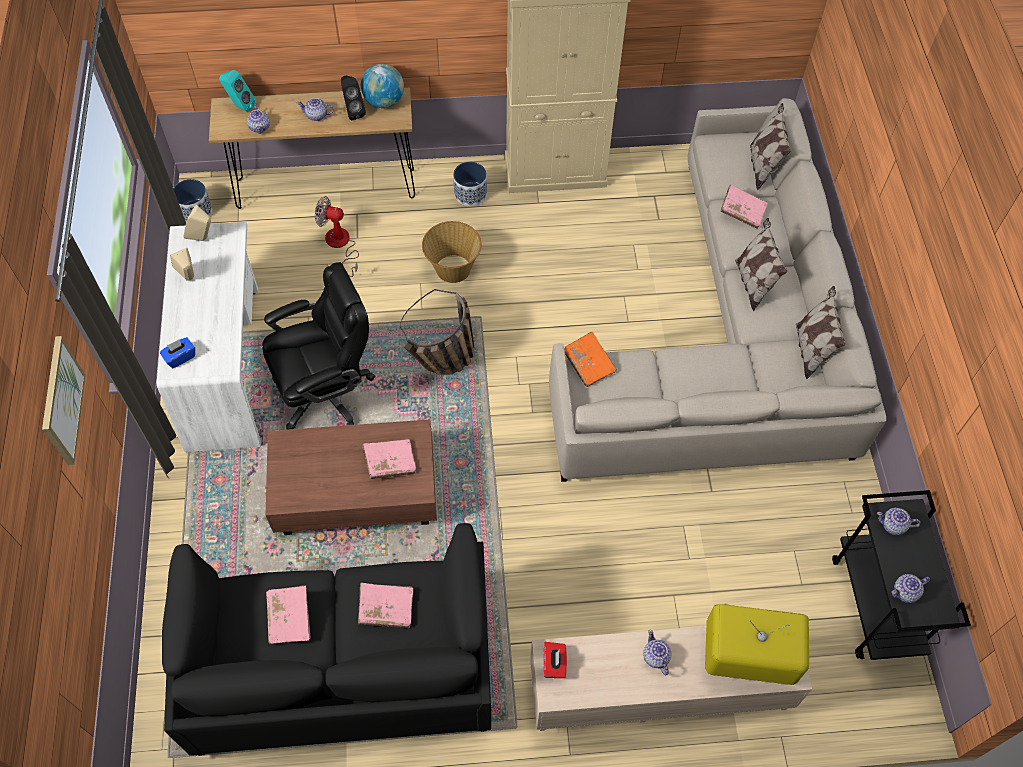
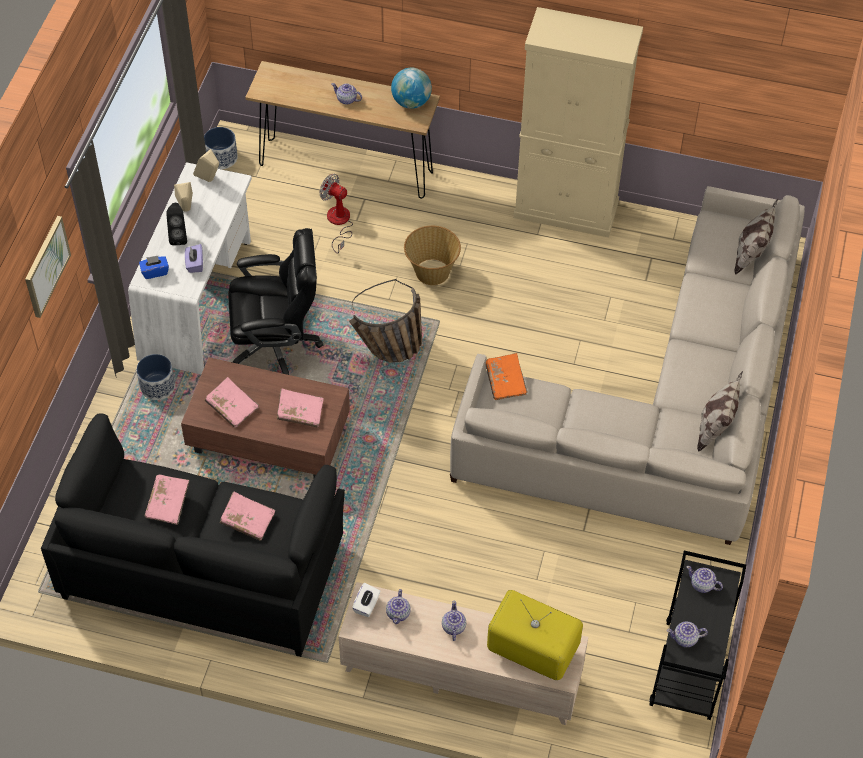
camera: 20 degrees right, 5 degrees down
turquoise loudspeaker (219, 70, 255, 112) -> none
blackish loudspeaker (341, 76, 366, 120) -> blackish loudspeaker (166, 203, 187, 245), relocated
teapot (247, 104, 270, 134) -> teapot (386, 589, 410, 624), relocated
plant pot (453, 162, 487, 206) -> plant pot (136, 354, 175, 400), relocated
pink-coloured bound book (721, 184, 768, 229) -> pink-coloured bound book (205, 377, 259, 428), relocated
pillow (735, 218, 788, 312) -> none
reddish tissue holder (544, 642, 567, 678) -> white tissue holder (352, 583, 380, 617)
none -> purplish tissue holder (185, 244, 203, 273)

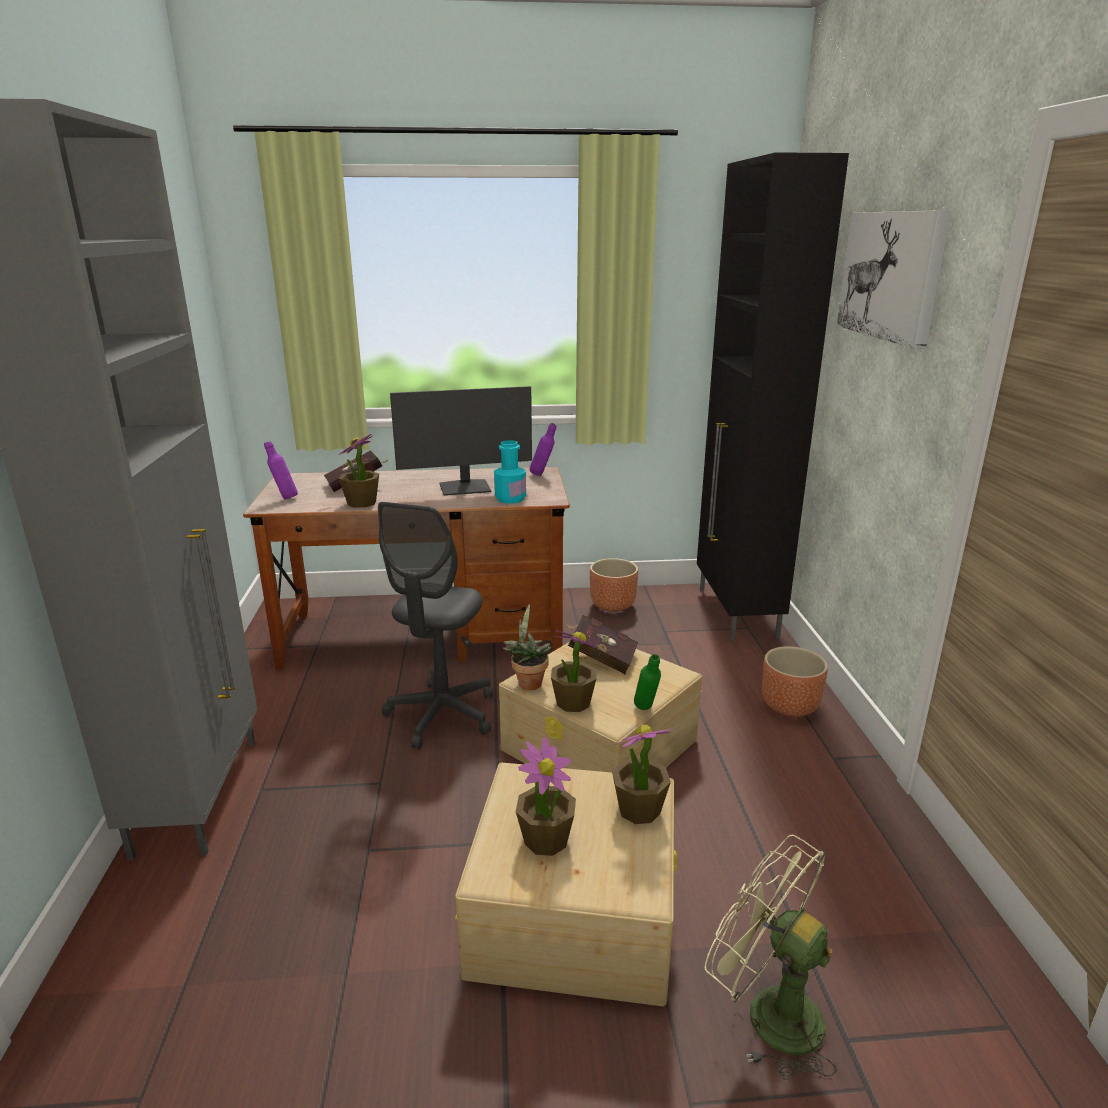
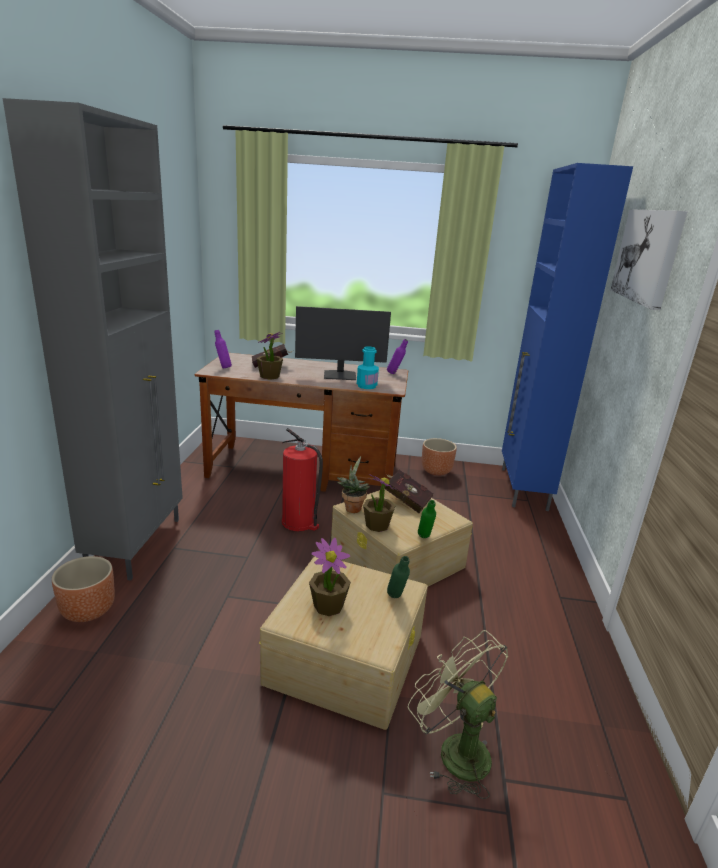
camera: 10 degrees right, 0 degrees up
blackish cupboard (697, 152, 849, 641) -> blue cupboard (502, 163, 633, 511)
greyish computer chair (378, 502, 493, 749) -> fire-fighting cylinder (282, 428, 323, 531)
brown plant pot (762, 646, 828, 717) -> brown plant pot (52, 556, 115, 622), relocated
potted plant (612, 725, 674, 824) -> green-coloured bottle (387, 556, 410, 598)

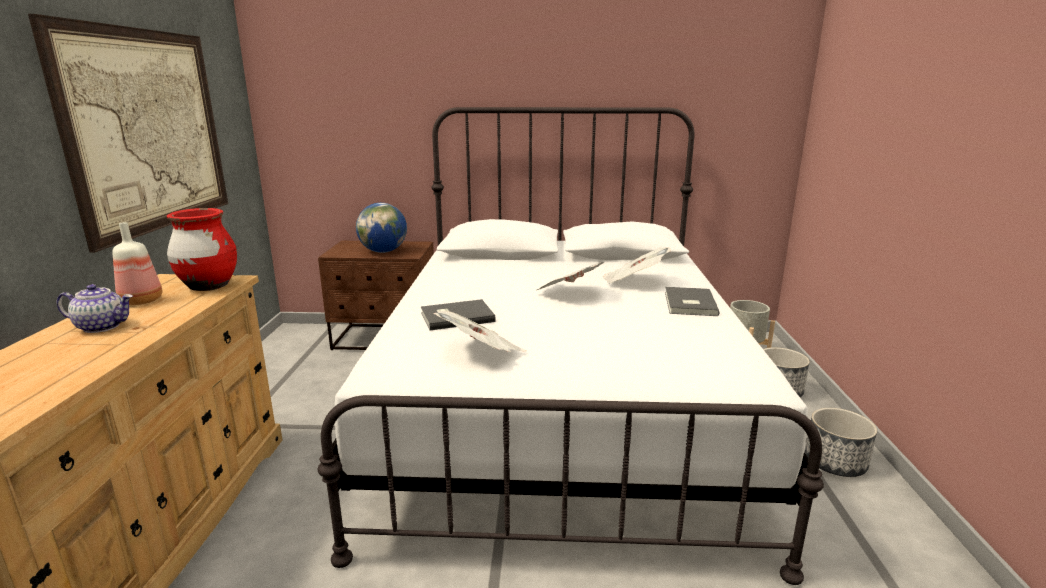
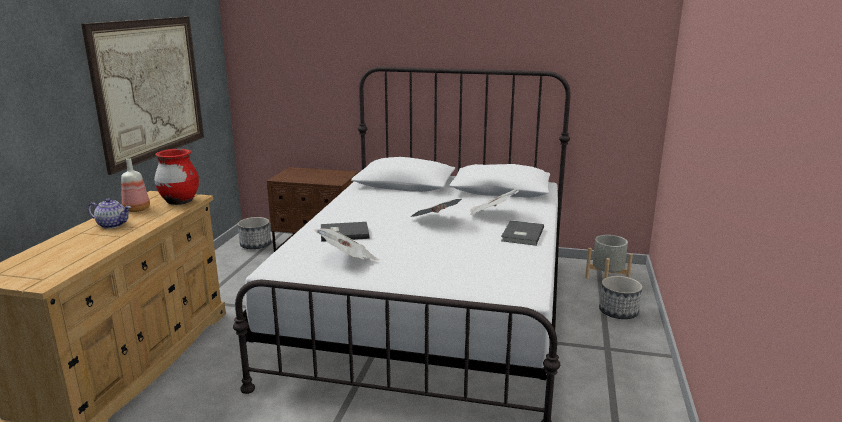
camera: 10 degrees right, 0 degrees up
world globe (356, 203, 407, 253) -> none
plant pot (805, 408, 877, 477) -> plant pot (238, 217, 271, 249), relocated

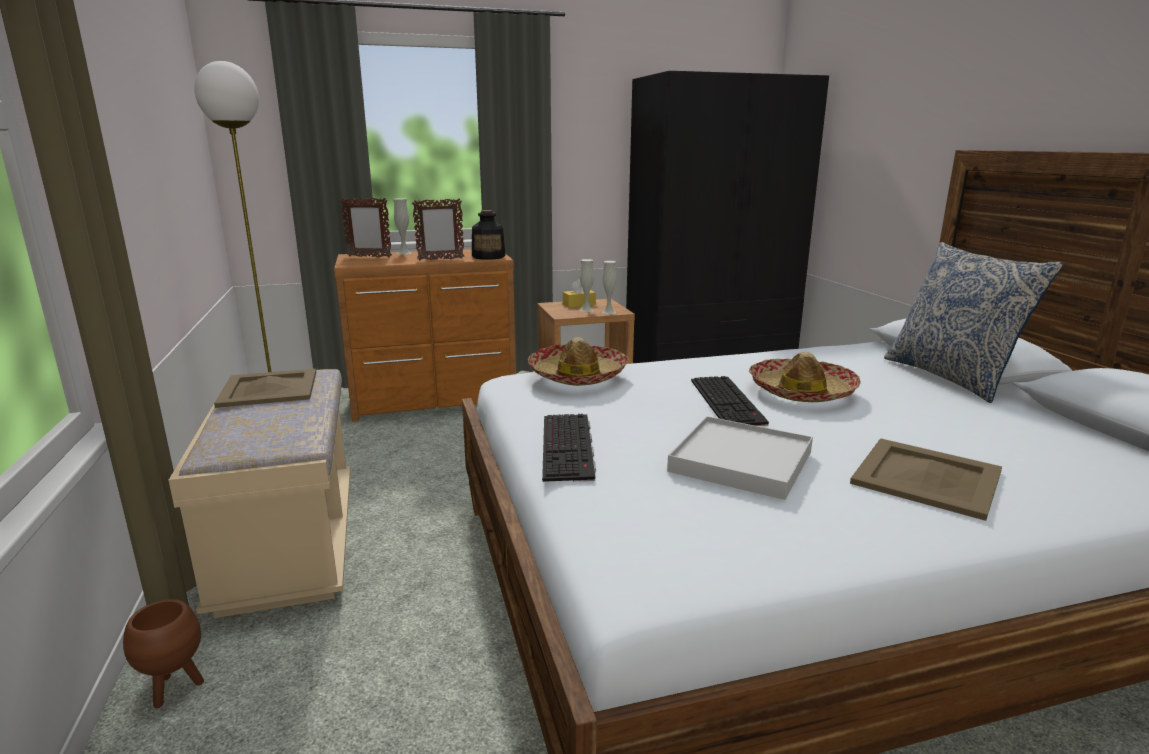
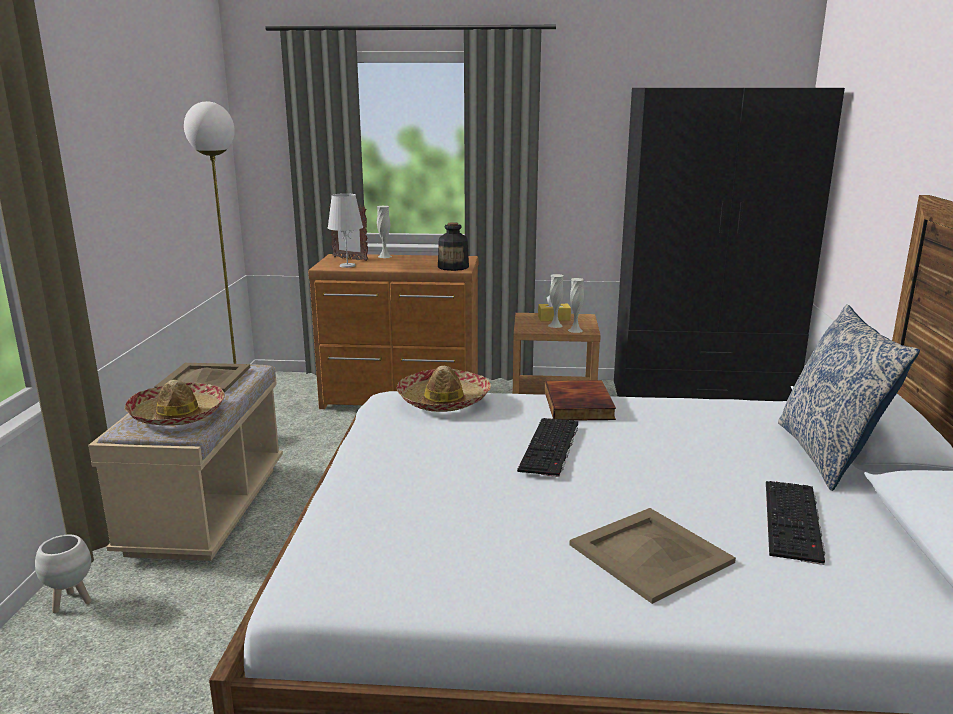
camera: 20 degrees right, 0 degrees up
picture frame (412, 198, 464, 261) -> none
wearable hat (749, 352, 861, 402) -> wearable hat (125, 380, 225, 426), relocated
keyboard (542, 414, 596, 482) -> keyboard (766, 481, 825, 565), relocated
white tray (667, 416, 813, 500) -> none
brown plant pot (123, 599, 204, 708) -> white plant pot (35, 535, 91, 613)
none -> white tabletop lamp (328, 193, 363, 268)
none -> bound book (545, 380, 616, 421)

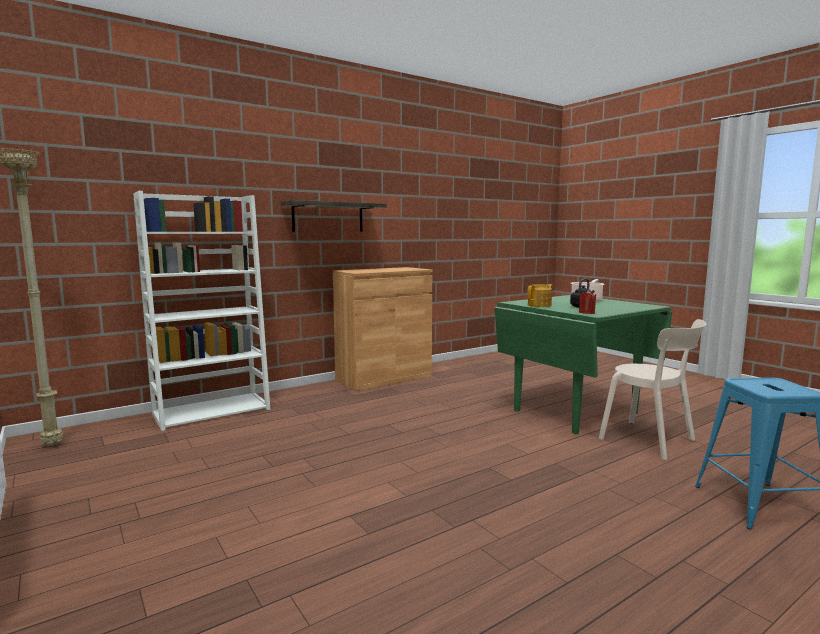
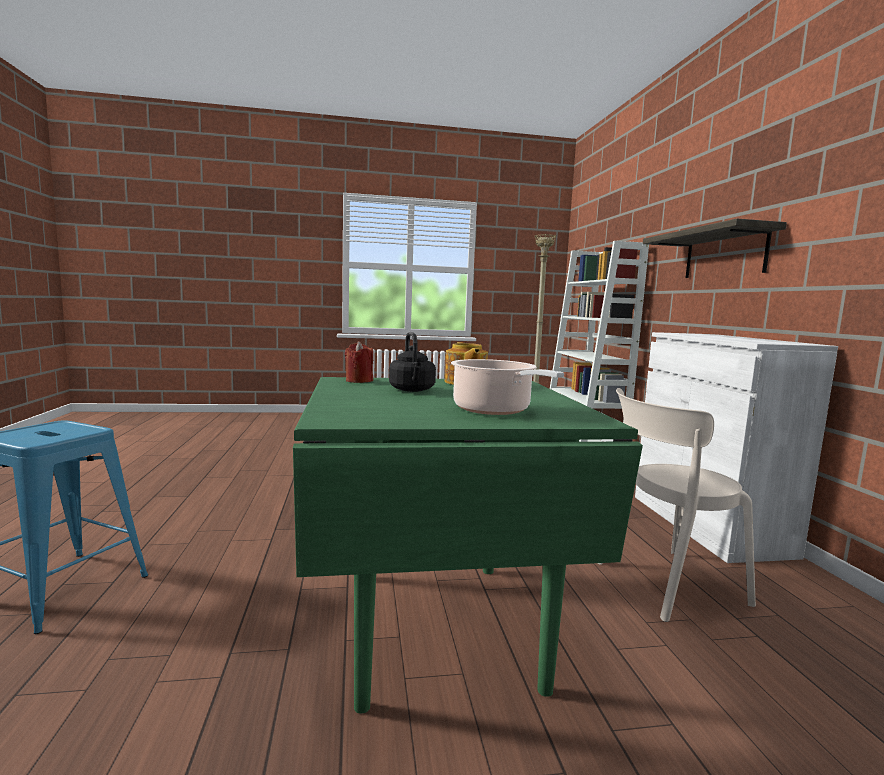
camera: 115 degrees right, 0 degrees up
brown cupboard (333, 267, 432, 391) -> white cupboard (635, 332, 838, 563)
beige upright chair (599, 319, 706, 460) -> beige upright chair (598, 388, 756, 622), relocated

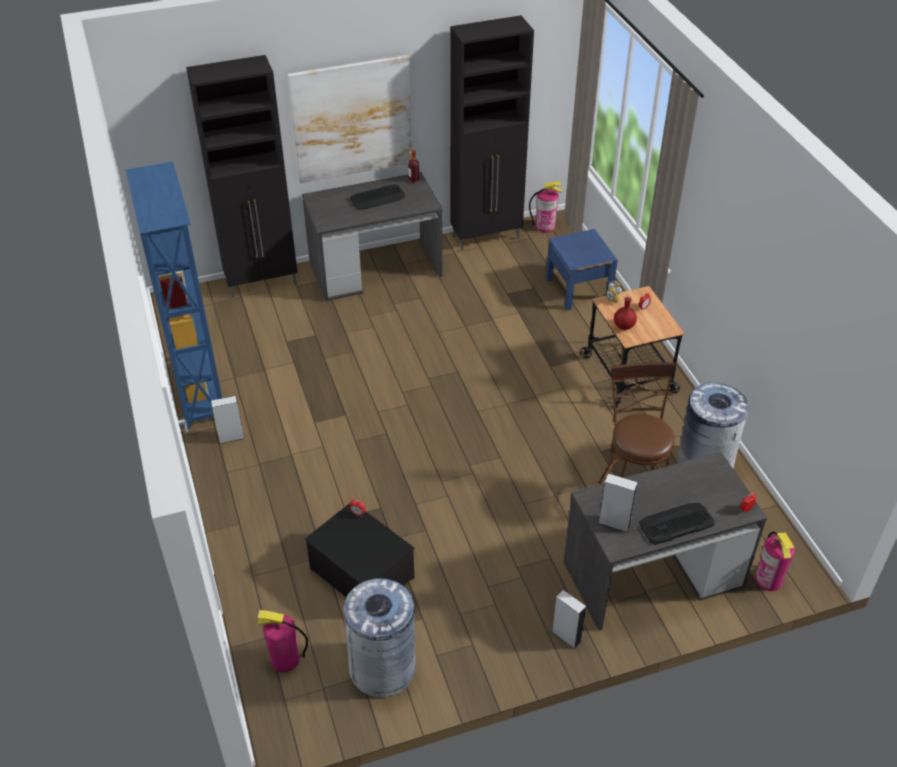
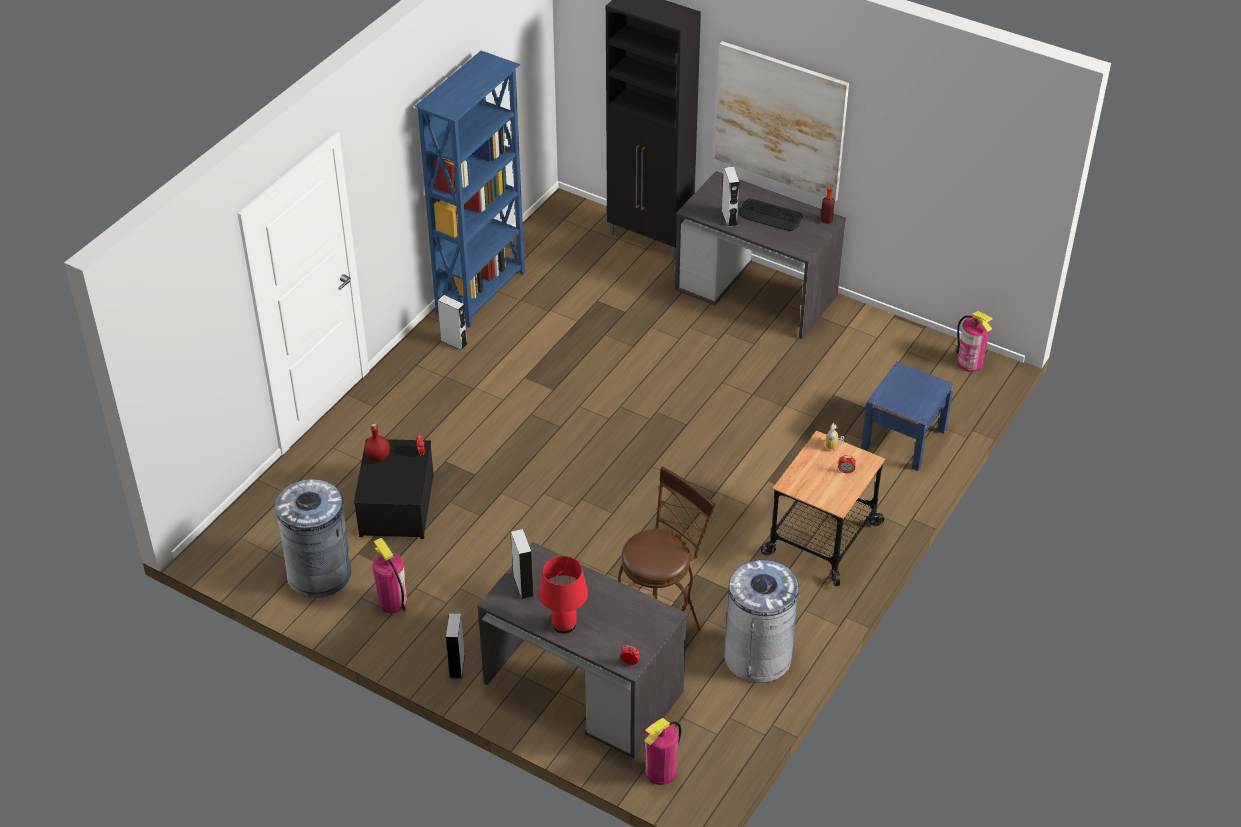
camera: 50 degrees right, 0 degrees up
blackish cupboard (450, 15, 534, 251) -> none
reddish bottle (614, 295, 637, 330) -> reddish bottle (364, 423, 390, 461), relocated
keyboard (639, 503, 714, 545) -> reddish tabletop lamp (539, 556, 588, 634)
fire-fighting cylinder (257, 610, 308, 672) -> fire-fighting cylinder (372, 538, 407, 613), relocated
none -> greyish loudspeaker (722, 167, 740, 227)

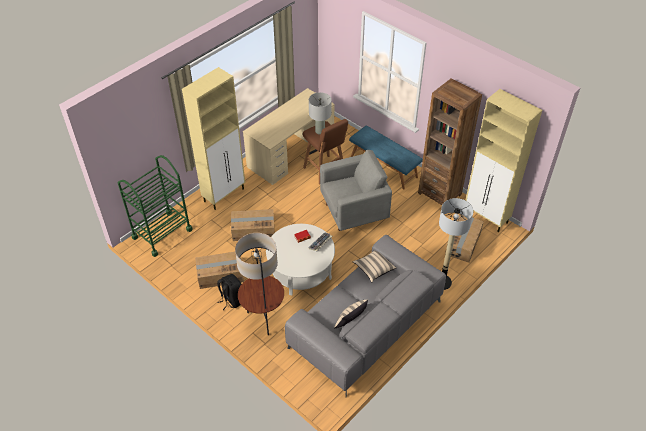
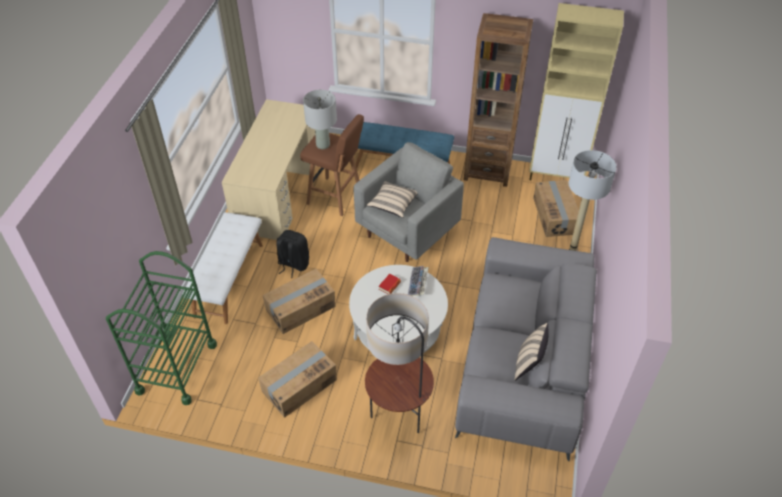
camera: 30 degrees left, 0 degrees up
beige cupboard (182, 67, 245, 210) -> white long seat (182, 212, 263, 324)
beige pillow (353, 250, 396, 282) -> beige pillow (366, 181, 418, 218), relocated
blackish backpack (217, 274, 241, 310) -> blackish backpack (276, 230, 309, 278), relocated

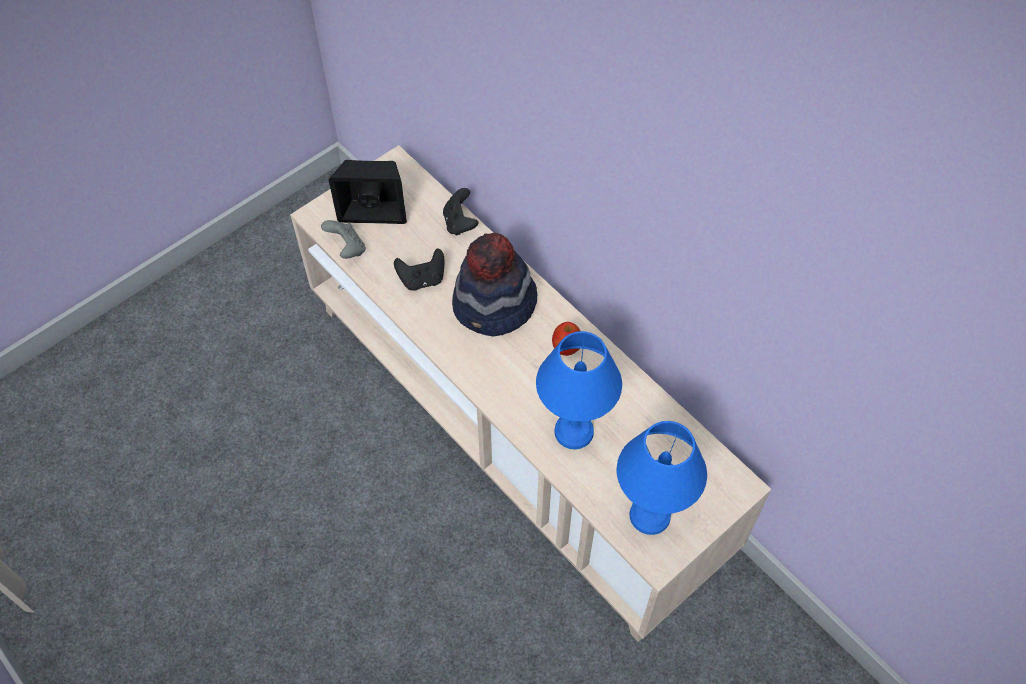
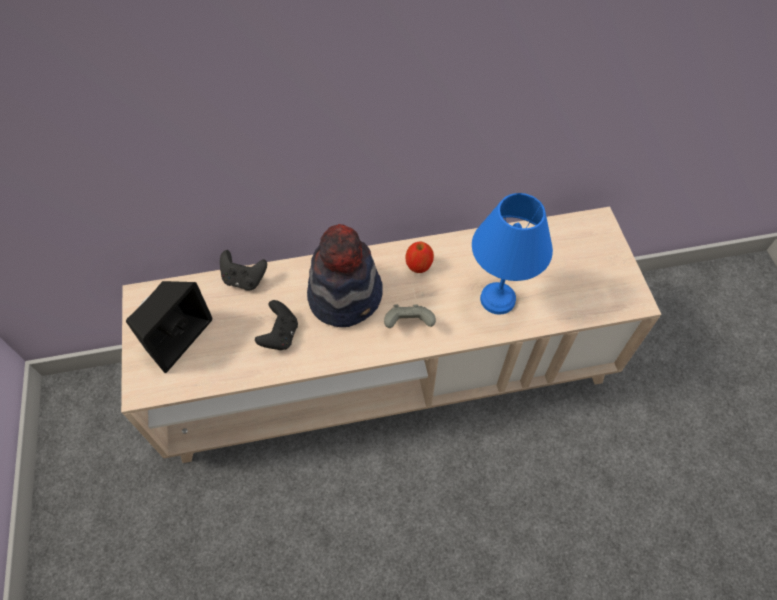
camera: 60 degrees left, 0 degrees up
greyish joypad (321, 220, 366, 259) -> greyish joypad (384, 305, 436, 328), relocated
blue tabletop lamp (617, 421, 707, 535) -> none

